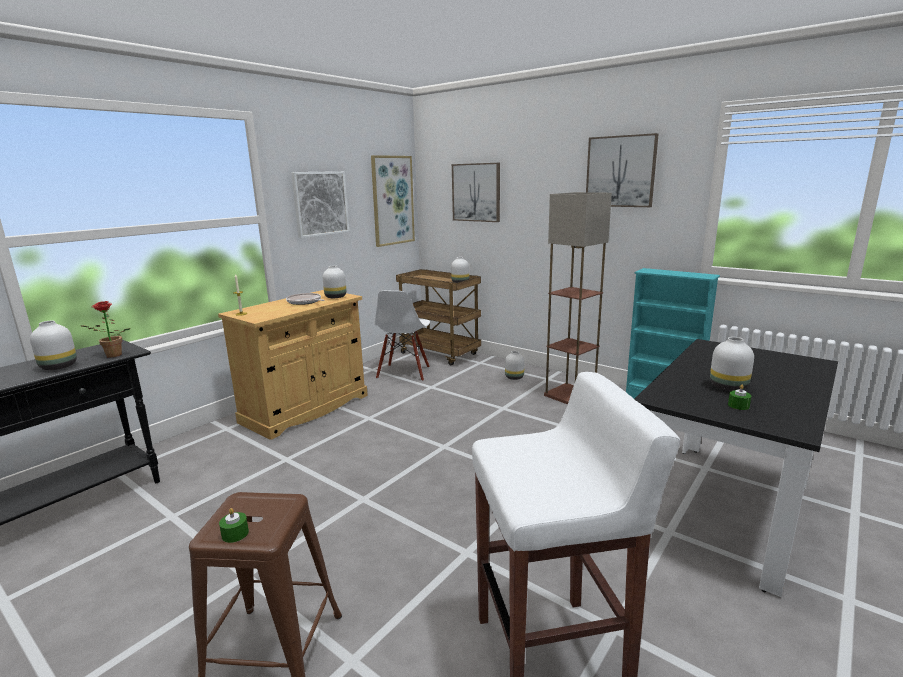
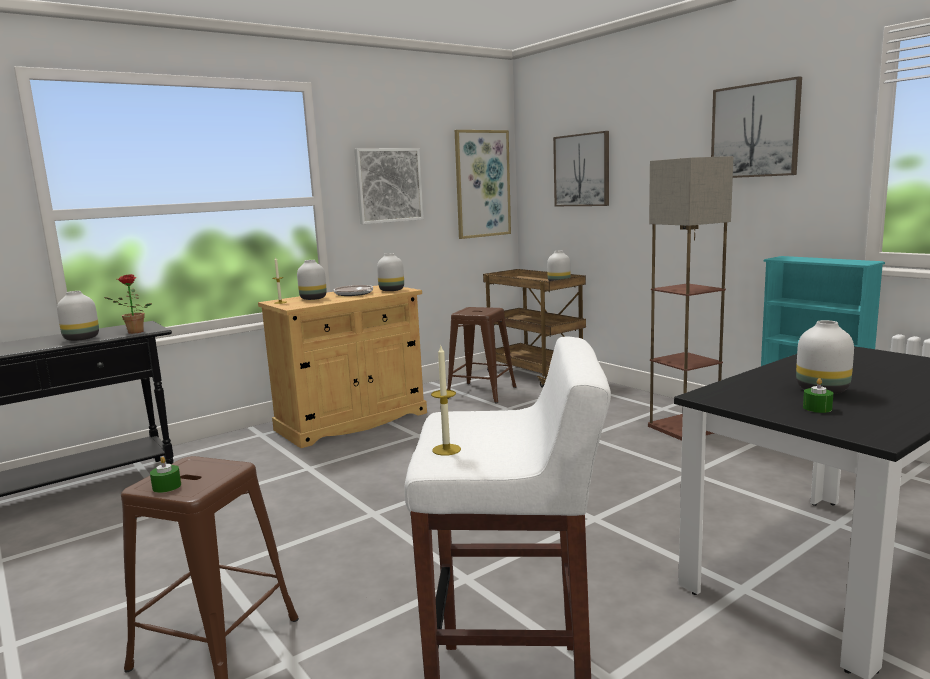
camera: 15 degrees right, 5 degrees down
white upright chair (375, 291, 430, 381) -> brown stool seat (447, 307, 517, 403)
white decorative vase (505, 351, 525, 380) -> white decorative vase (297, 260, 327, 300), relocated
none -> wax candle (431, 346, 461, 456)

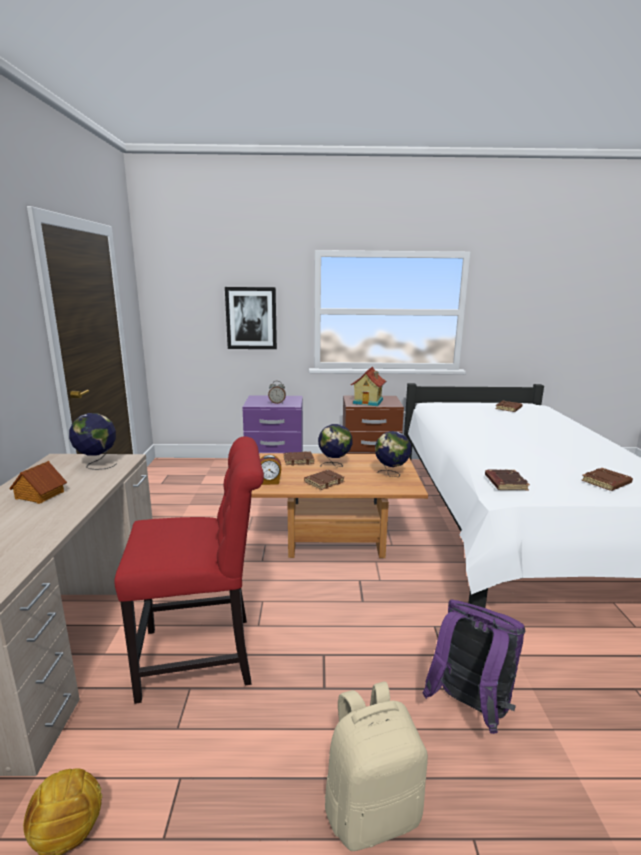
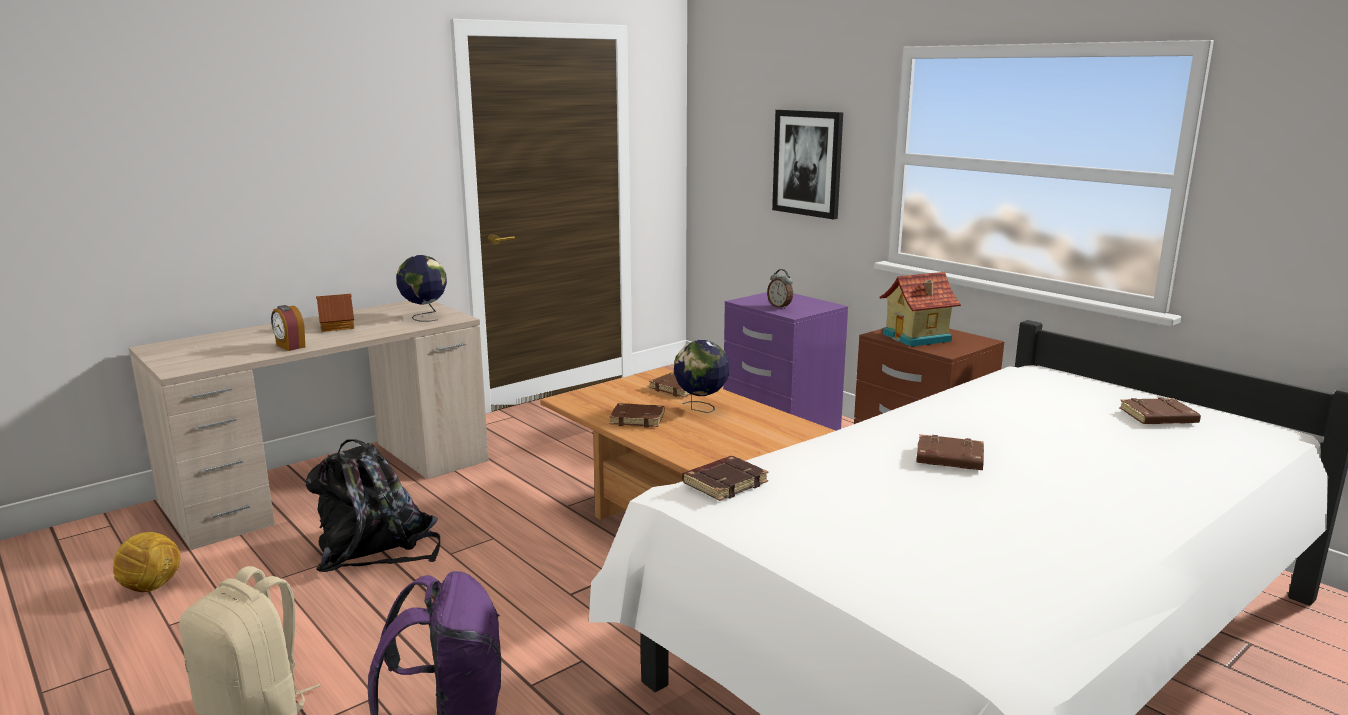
camera: 50 degrees right, 0 degrees up
world globe (375, 431, 411, 477) -> none
reddish upright chair (114, 436, 264, 704) -> blackish backpack (306, 439, 440, 572)
alarm clock (260, 454, 281, 485) -> alarm clock (271, 305, 305, 351), relocated
brown bound book (581, 468, 633, 491) -> brown bound book (916, 434, 984, 470), relocated

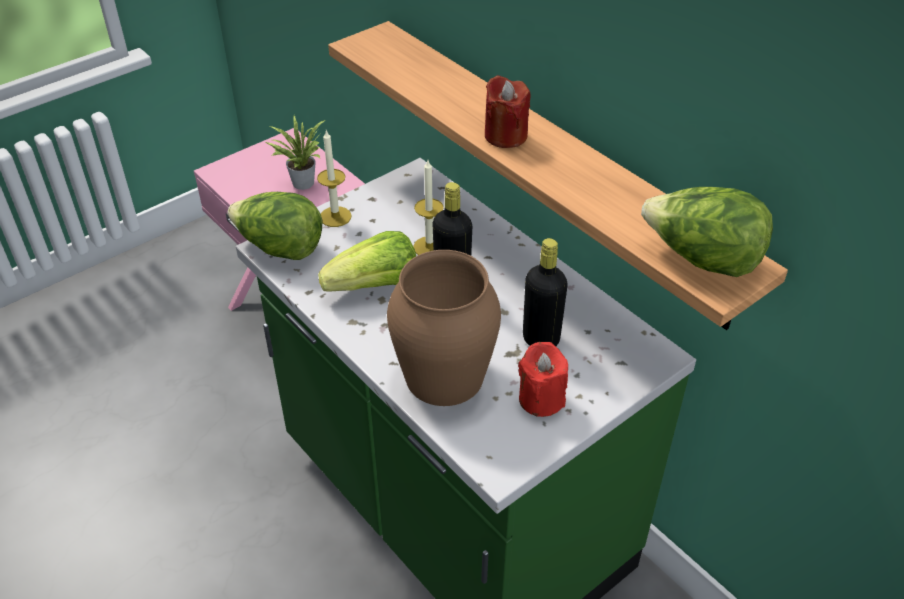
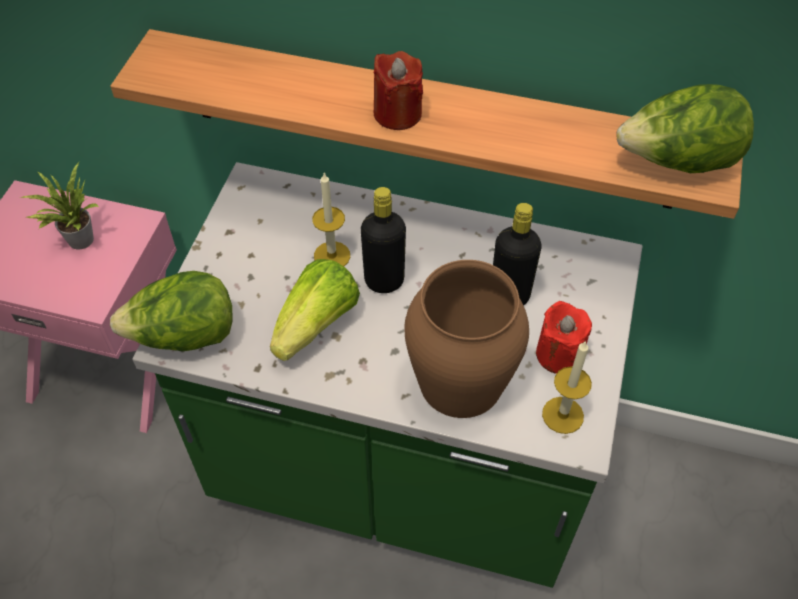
camera: 35 degrees left, 10 degrees up
wax candle (317, 130, 352, 227) -> wax candle (542, 341, 592, 434), relocated

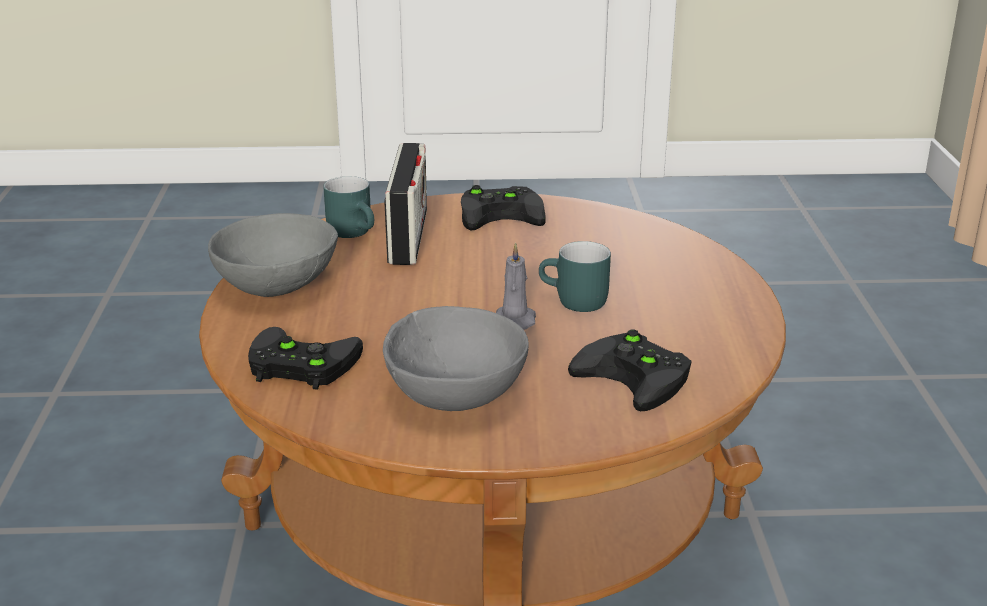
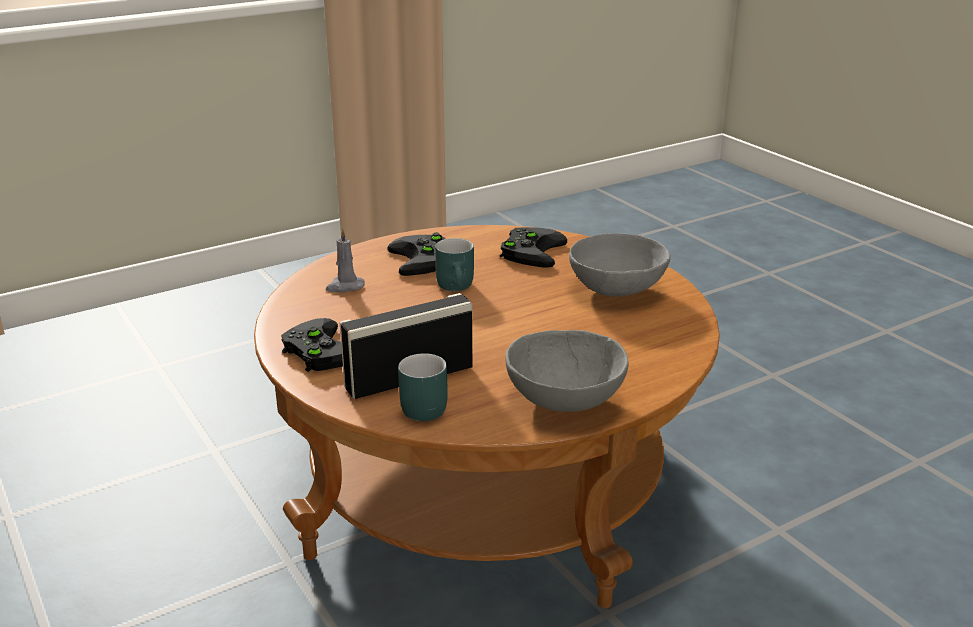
camera: 120 degrees left, 0 degrees up
greyish wax candle (496, 242, 536, 330) -> greyish wax candle (326, 228, 365, 292), relocated
blackish joypad (248, 327, 363, 390) -> blackish joypad (387, 232, 446, 276), relocated

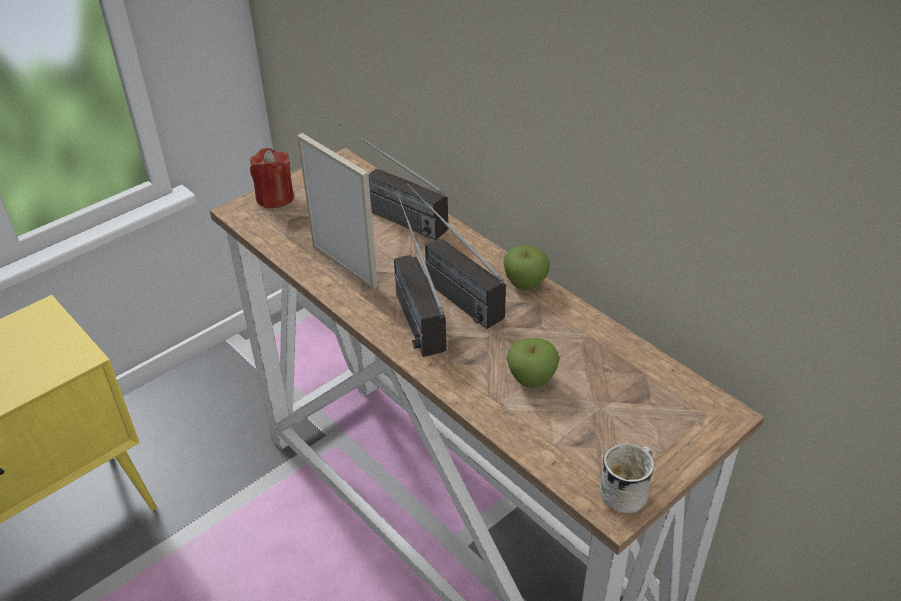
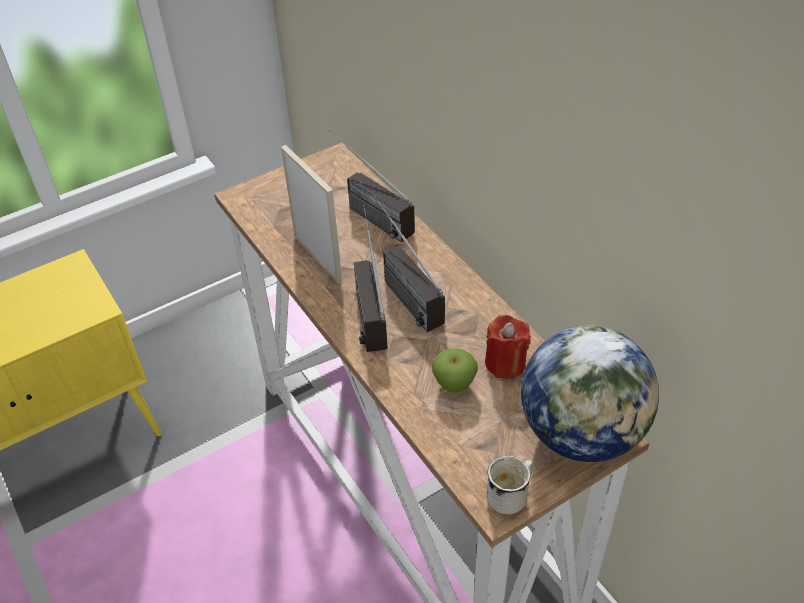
camera: 10 degrees right, 5 degrees up
reddish wax candle (250, 148, 294, 208) -> reddish wax candle (485, 315, 531, 379), relocated
apple fruit (503, 245, 550, 290) -> none
none -> world globe (521, 326, 659, 462)

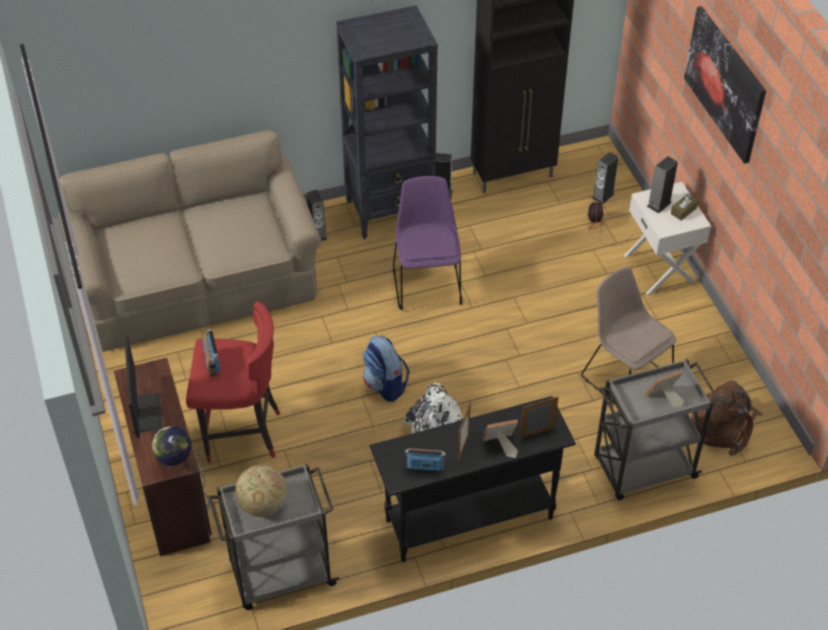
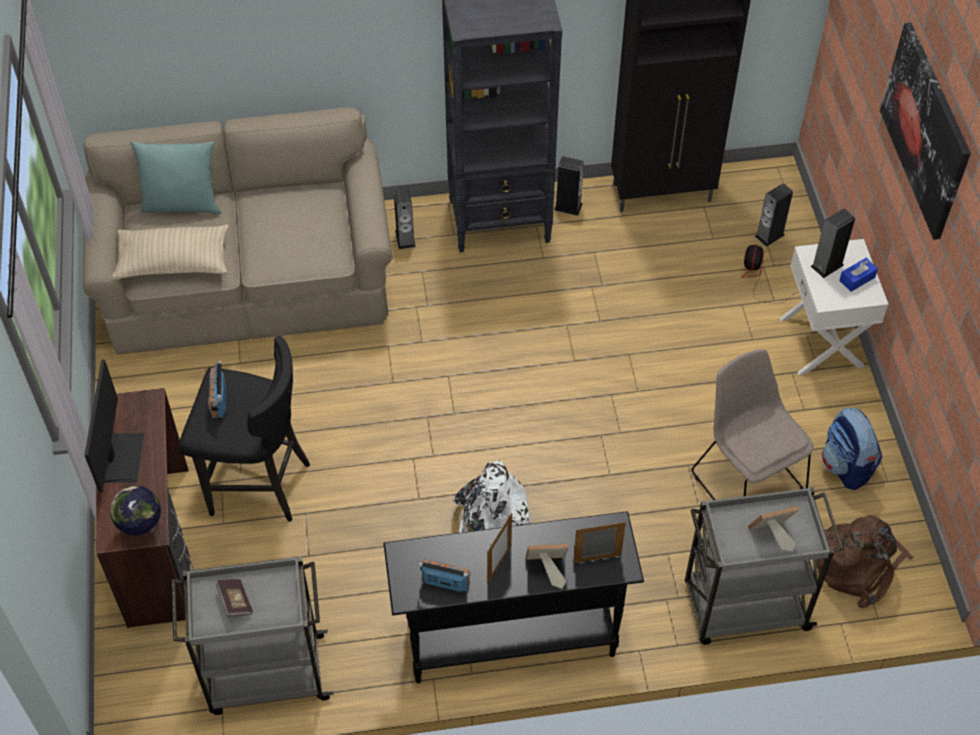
camera: 10 degrees right, 5 degrees up
purplish upright chair (393, 176, 462, 310) -> none
brown tissue holder (671, 194, 699, 221) -> blue tissue holder (839, 258, 878, 292)
reddish stool seat (186, 301, 280, 463) -> blackish stool seat (178, 336, 310, 522)
backpack (363, 335, 410, 402) -> backpack (822, 407, 882, 490), relocated
world globe (235, 465, 287, 517) -> bound book (216, 579, 253, 617)
none -> turquoise pillow (130, 141, 221, 214)
none -> beige pillow (112, 225, 229, 280)

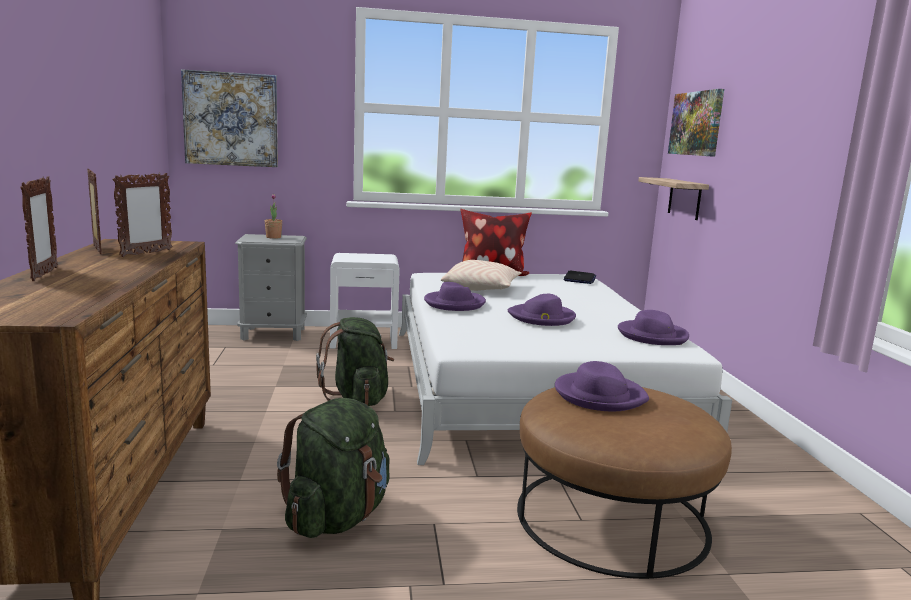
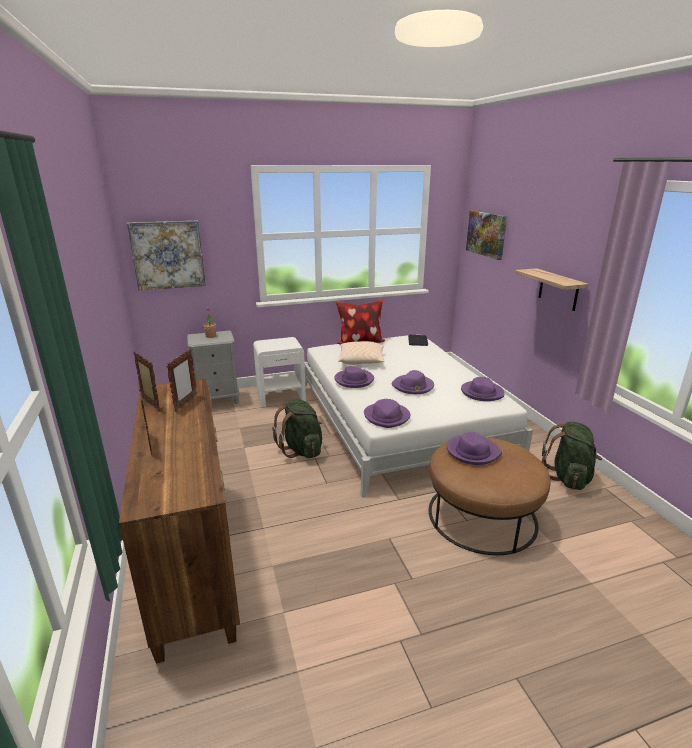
camera: 10 degrees left, 10 degrees up
shelf (638, 177, 709, 220) -> shelf (515, 268, 589, 311), relocated
green-coloured backpack (277, 398, 390, 538) -> green-coloured backpack (542, 422, 602, 490), relocated
none -> purplish wearable hat (364, 399, 410, 428)

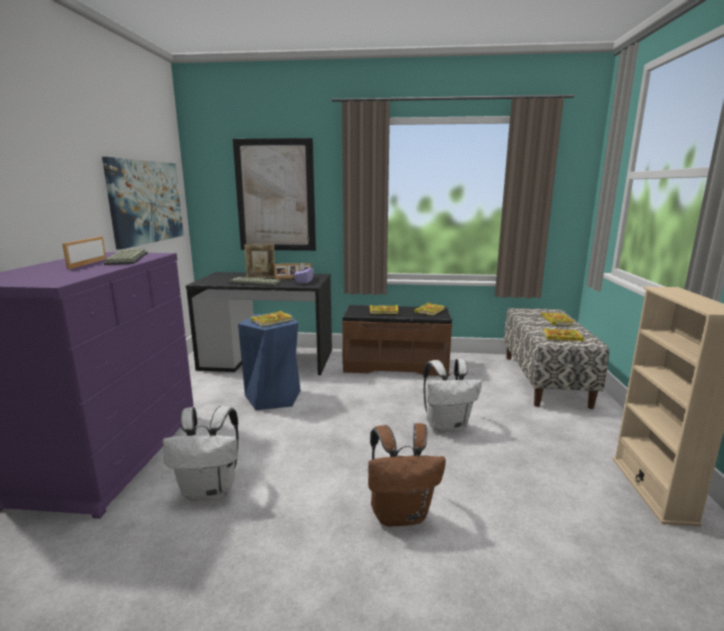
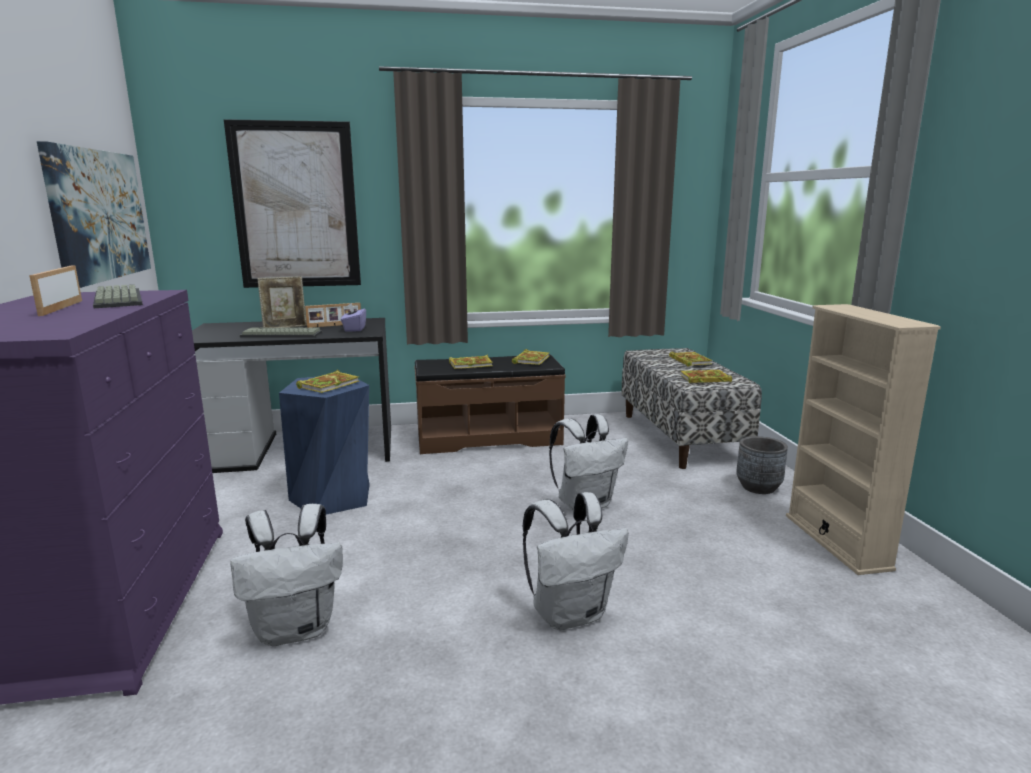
camera: 15 degrees left, 0 degrees up
brown backpack (368, 423, 446, 527) -> white backpack (523, 492, 629, 630)
none -> greyish plant pot (736, 436, 788, 494)

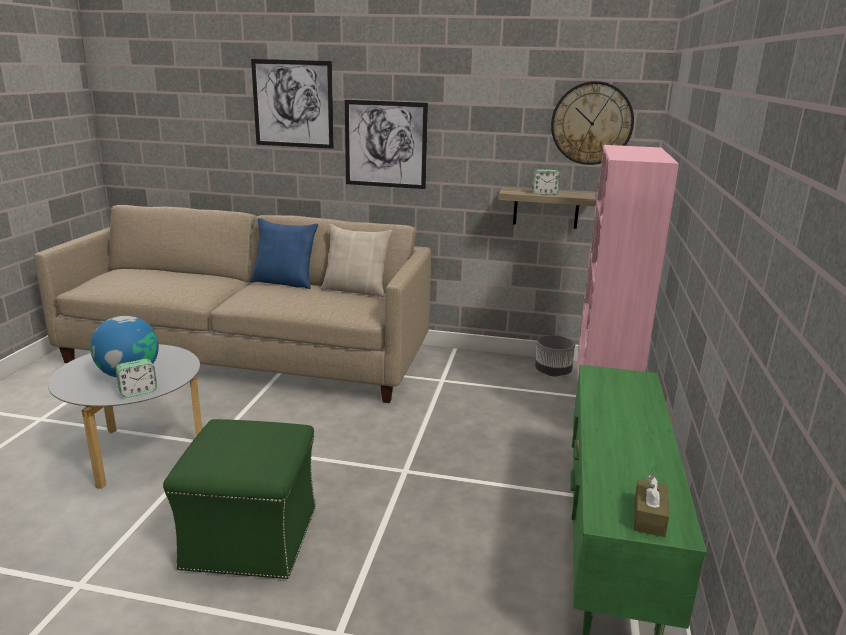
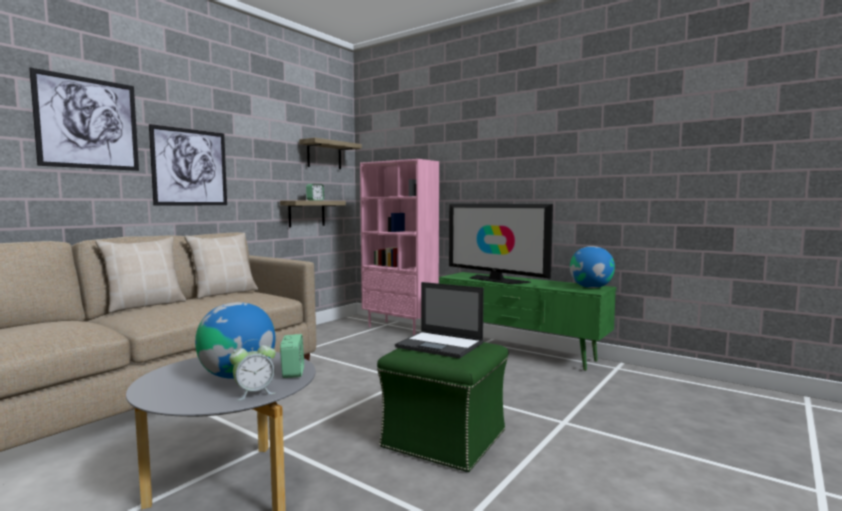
camera: 65 degrees left, 15 degrees down
clock on the wall (551, 81, 634, 165) -> shelf (299, 138, 362, 169)
blue pillow (251, 218, 318, 289) -> beige pillow (95, 237, 186, 313)
greyish plant pot (535, 335, 575, 376) -> none
brown tissue holder (634, 475, 669, 537) -> world globe (570, 246, 615, 288)
none -> TV set (449, 204, 553, 284)
none -> portable computer (395, 282, 484, 358)
none -> alarm clock (229, 339, 276, 401)

